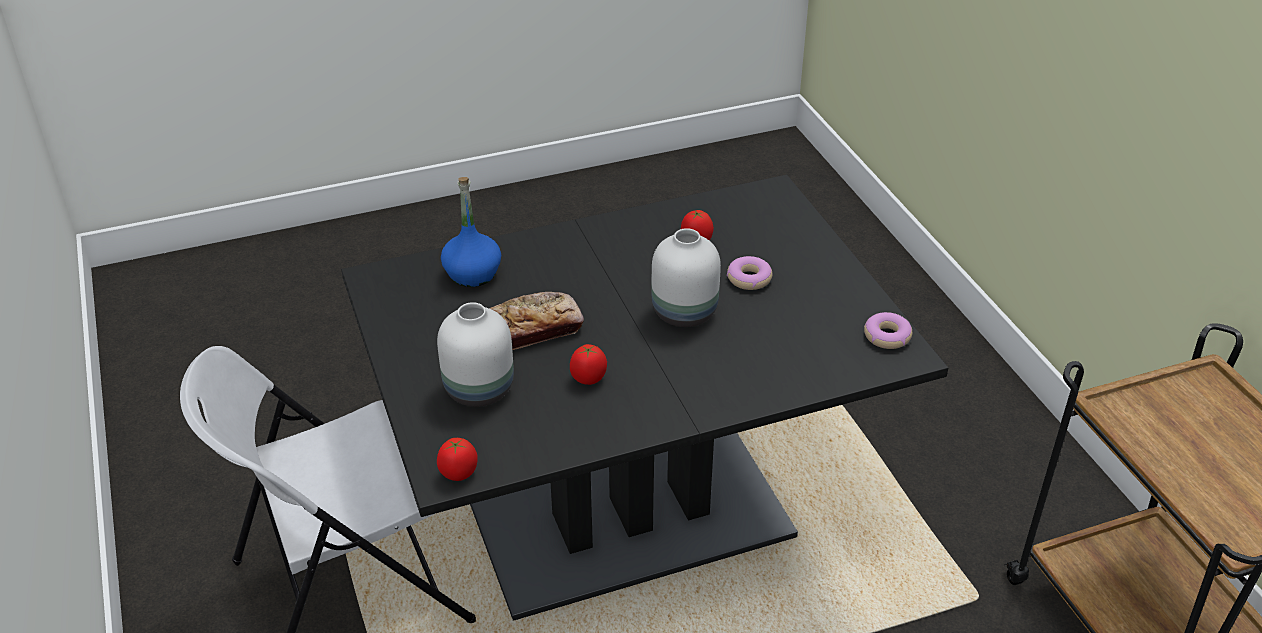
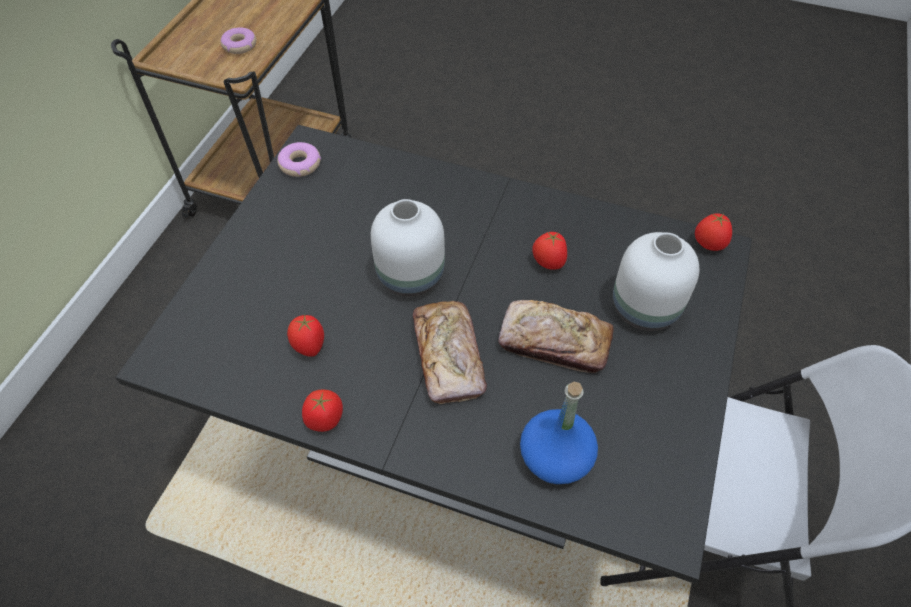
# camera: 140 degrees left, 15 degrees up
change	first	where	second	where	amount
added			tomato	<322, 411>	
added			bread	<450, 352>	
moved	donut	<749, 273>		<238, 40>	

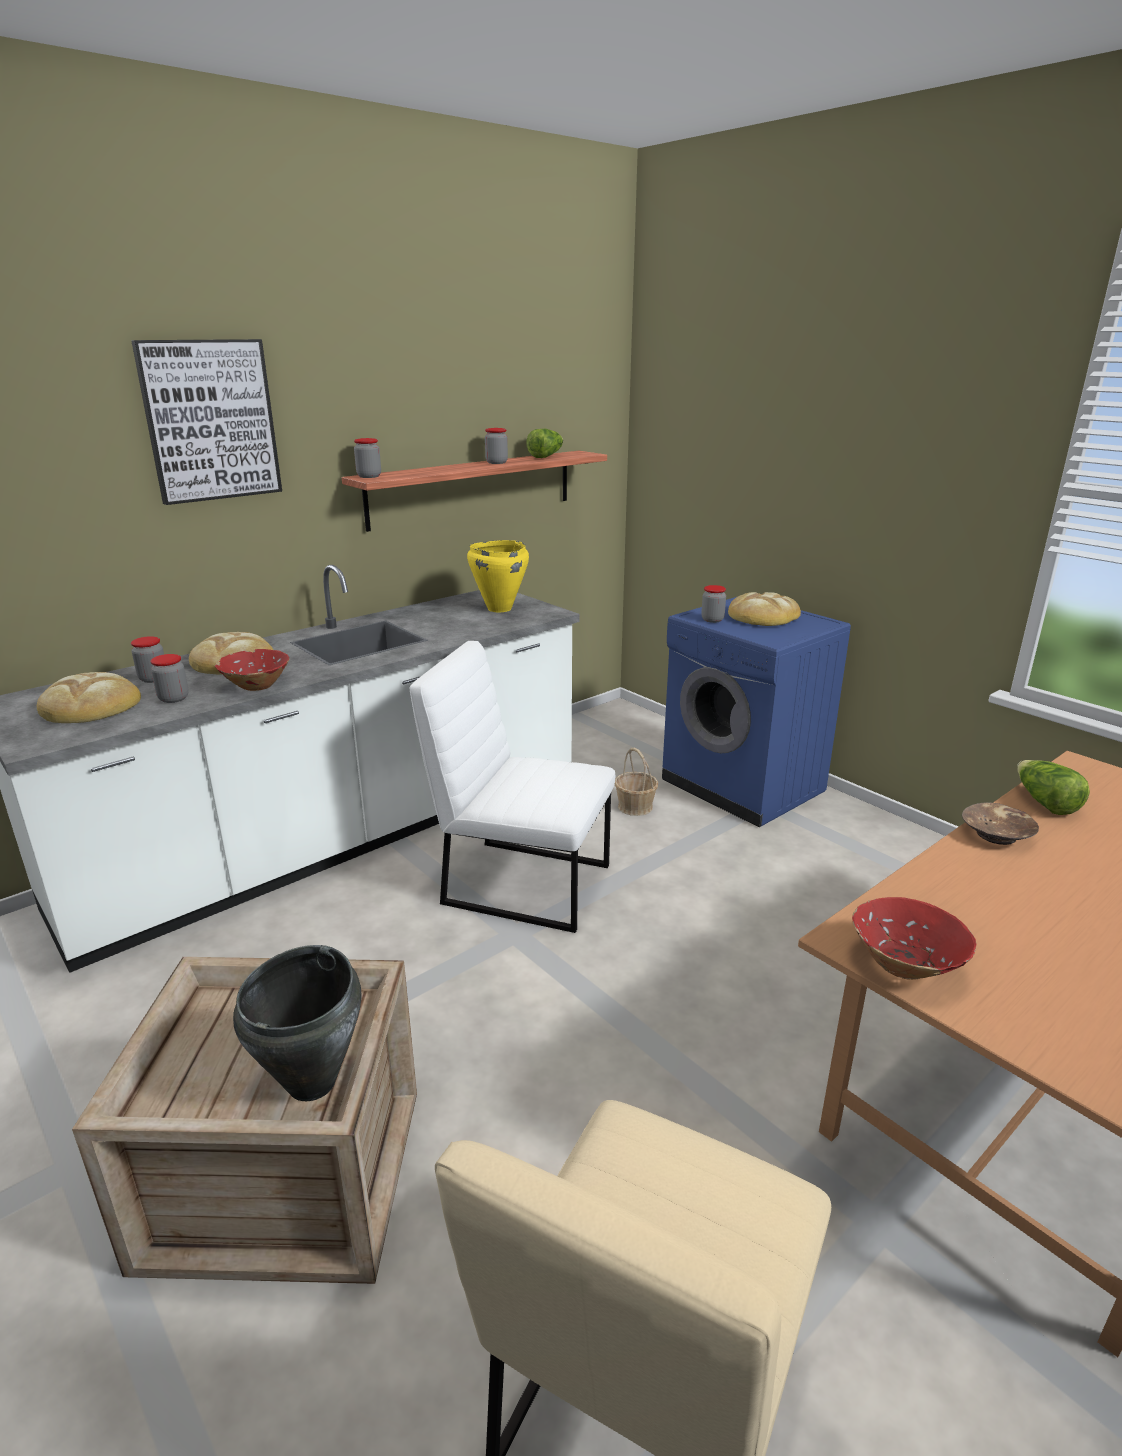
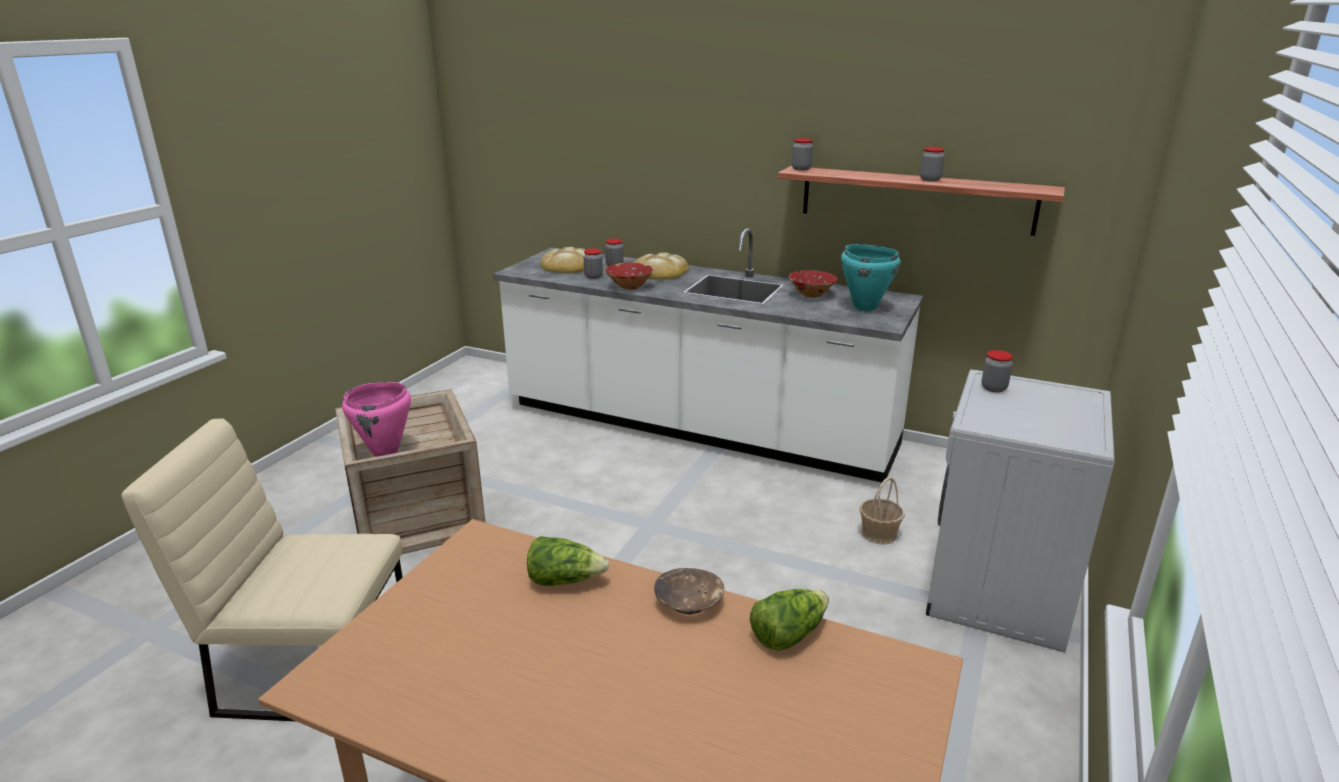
# camera: 65 degrees right, 0 degrees up
change	first	where	second	where	amount
removed	picture	<206, 422>			
removed	chair in white	<512, 787>			
removed	bread	<764, 609>			
moved	lettuce	<544, 443>		<568, 561>	
moved	bowl in red	<914, 938>		<813, 284>	
recoloured	cooking pot in black	<297, 1023>	cooking pot in pink	<376, 419>	
recoloured	cooking pot in yellow	<498, 576>	cooking pot in turquoise	<870, 277>	
recoloured	washing machine in blue	<756, 712>	washing machine in white	<1020, 510>	

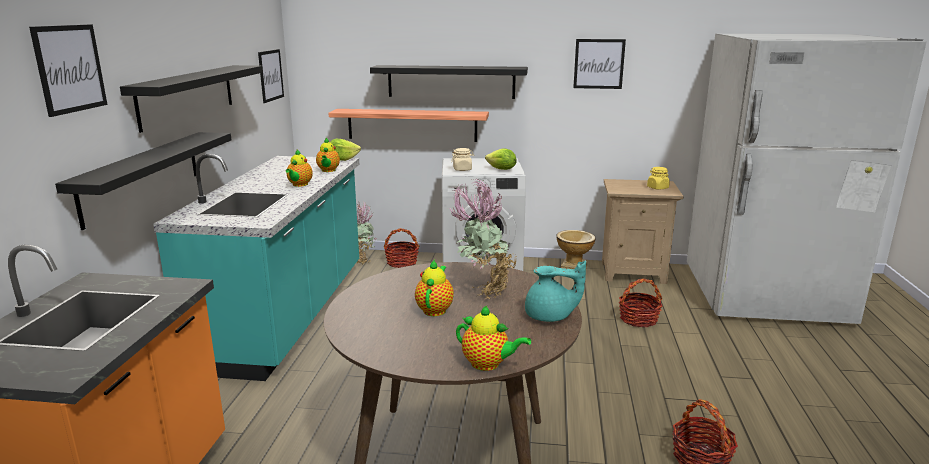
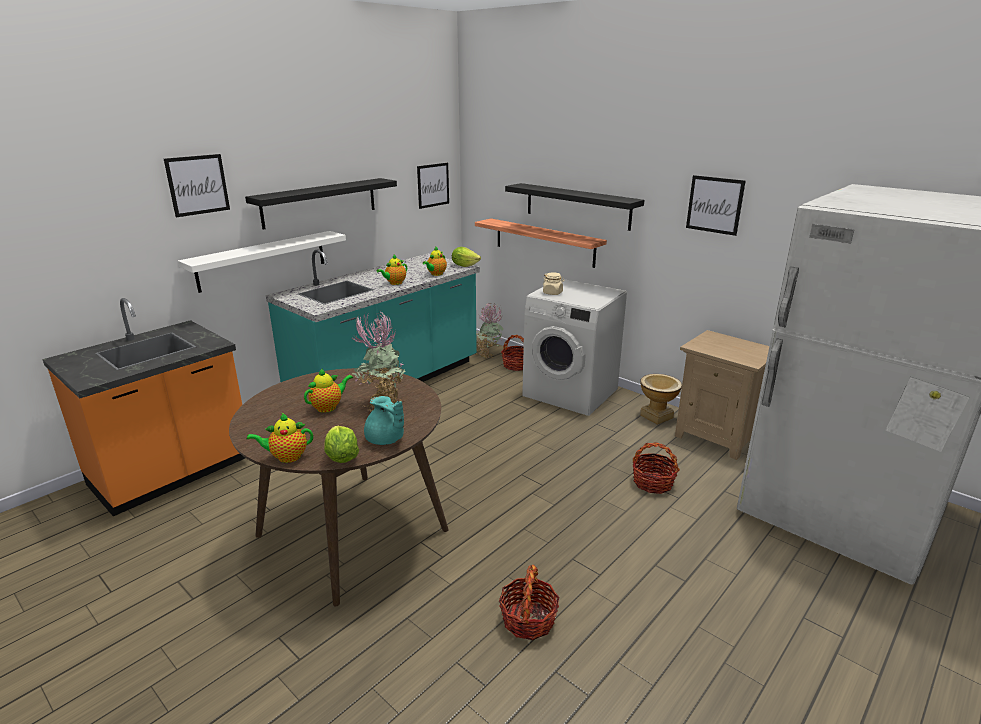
# camera: 35 degrees right, 5 degrees up
change	first	where	second	where	amount
removed	jar in yellow	<658, 178>			
moved	lettuce	<500, 159>		<341, 444>	
recoloured	shelf in black	<143, 181>	shelf in white	<262, 262>	
turned	teapot	<493, 338>		<280, 438>	105 degrees clockwise

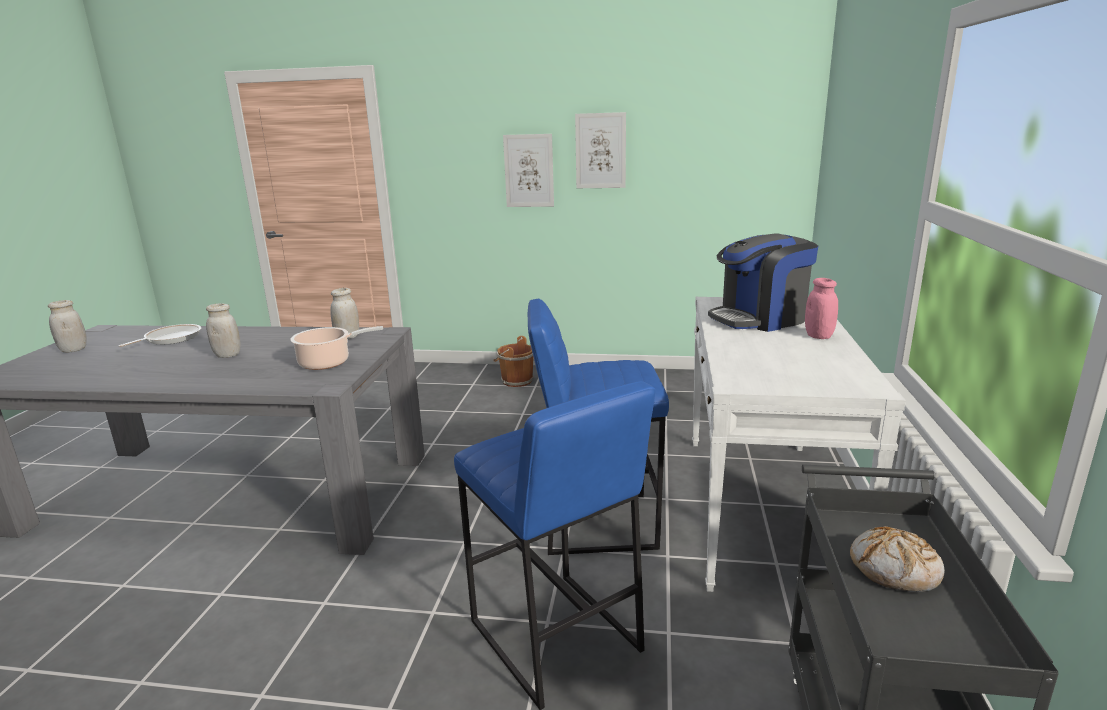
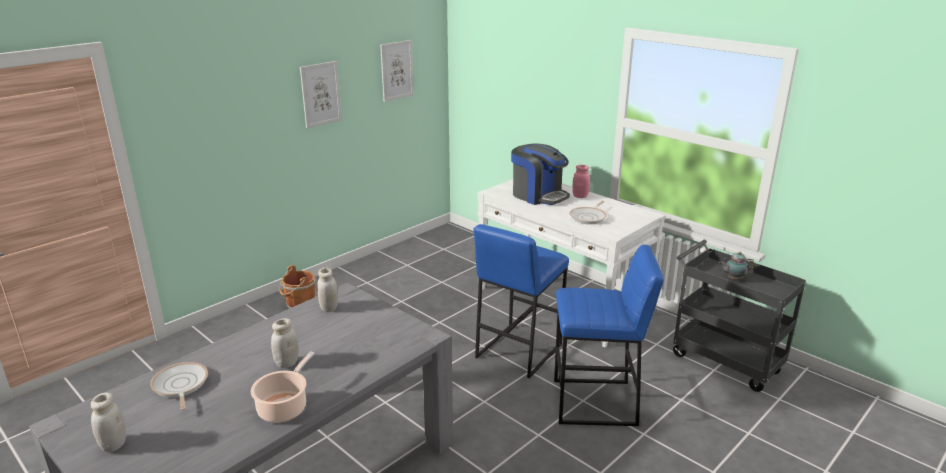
# camera: 55 degrees left, 5 degrees up
change	first	where	second	where	amount
added			frying pan	<588, 212>	
moved	cooking pot	<336, 348>		<283, 387>	
moved	picture	<528, 170>		<397, 71>	
replaced	bread	<897, 559>	teapot	<737, 266>	
turned	coffee machine	<763, 282>		<540, 174>	60 degrees counterclockwise

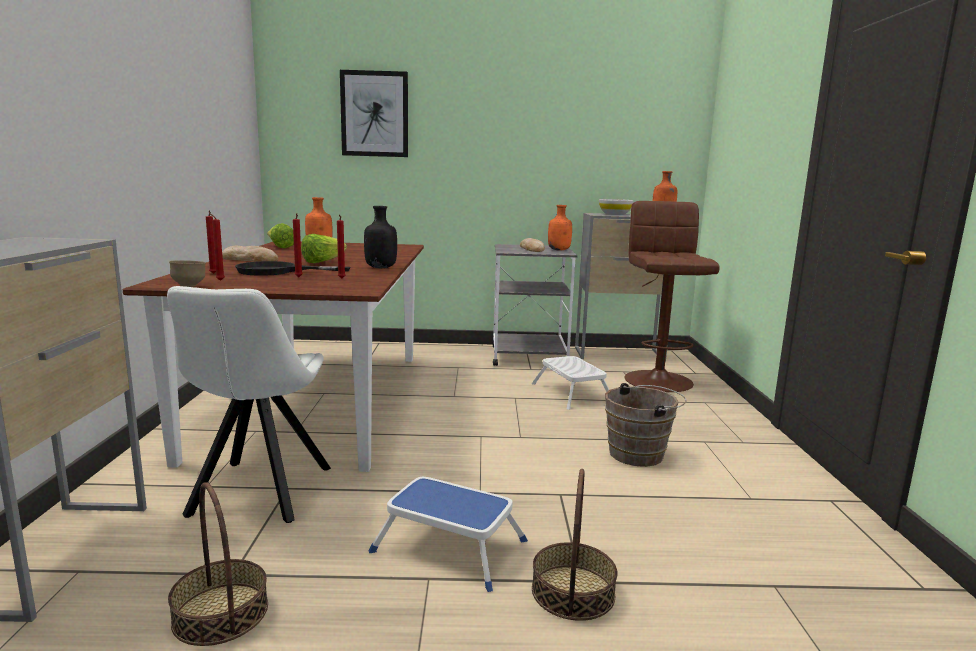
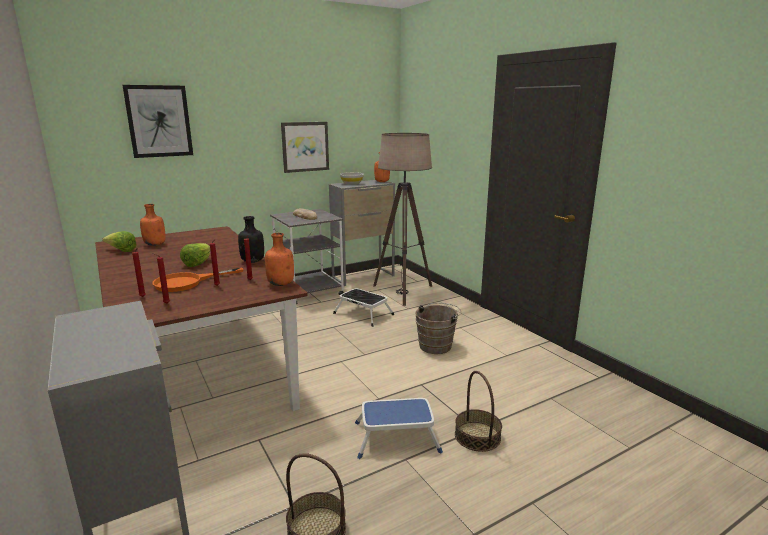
# camera: 30 degrees left, 5 degrees up
change	first	where	second	where	amount
removed	chair in white	<249, 404>			
removed	bowl in brown	<187, 273>			
removed	bread	<250, 254>			
added			picture	<305, 147>	
moved	bottle in orange	<560, 228>		<279, 259>	
replaced	stool in brown	<672, 296>	floor lamp	<402, 219>	
recoloured	frying pan in black	<292, 268>	frying pan in orange	<198, 280>	
recoloured	step ladder in white	<570, 383>	step ladder in black	<363, 308>	

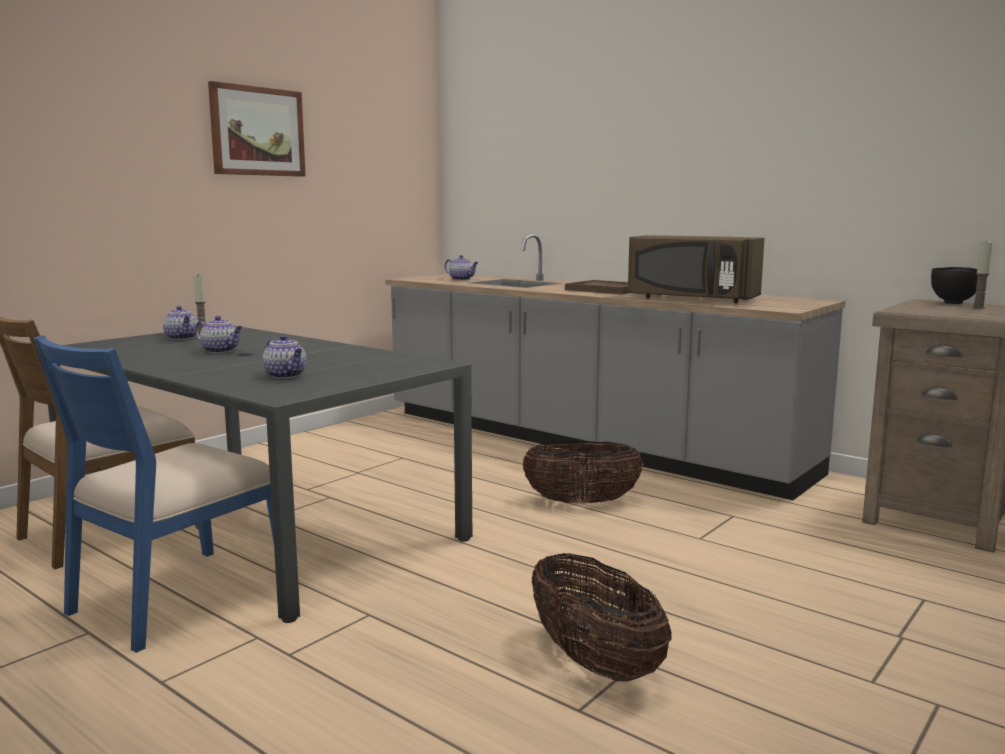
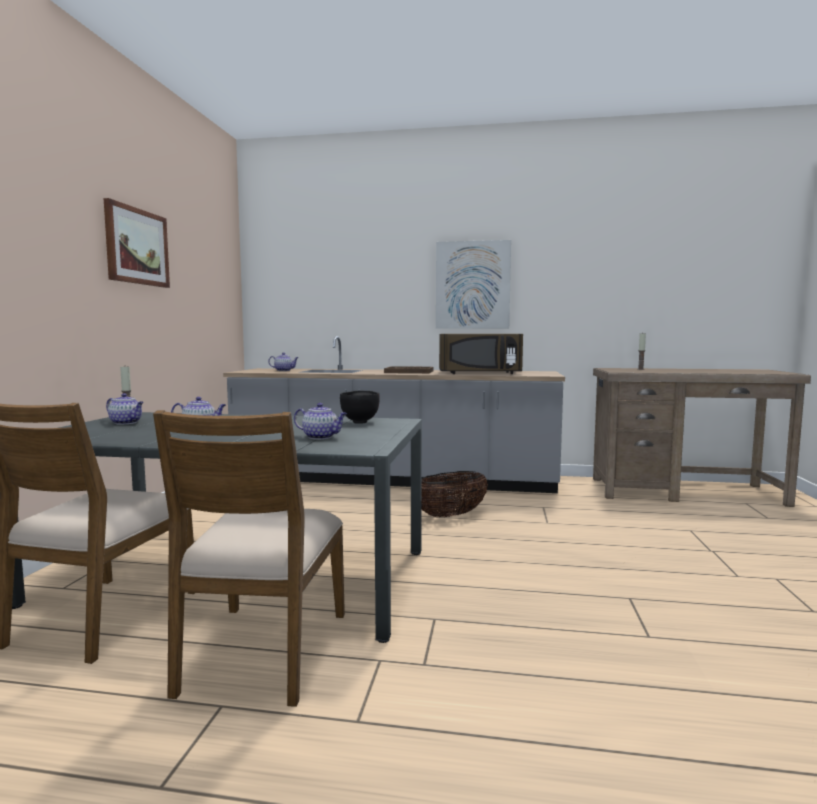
# camera: 30 degrees left, 5 degrees down
change	first	where	second	where	amount
removed	basket	<602, 617>			
added			picture	<473, 284>	
moved	bowl in black	<954, 285>		<360, 407>	
recoloured	chair in blue	<153, 494>	chair in brown	<249, 558>	

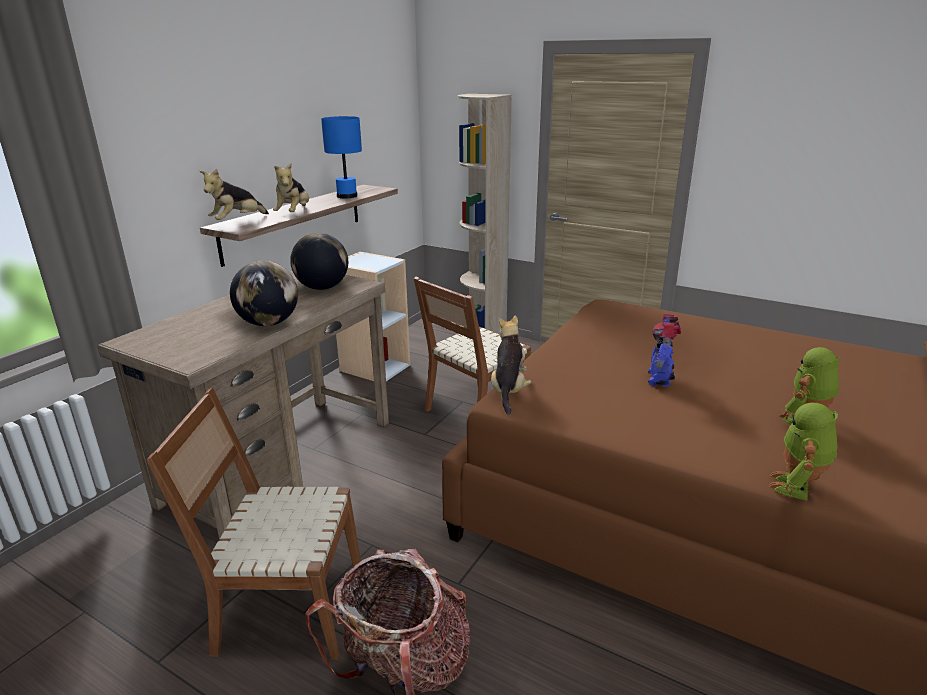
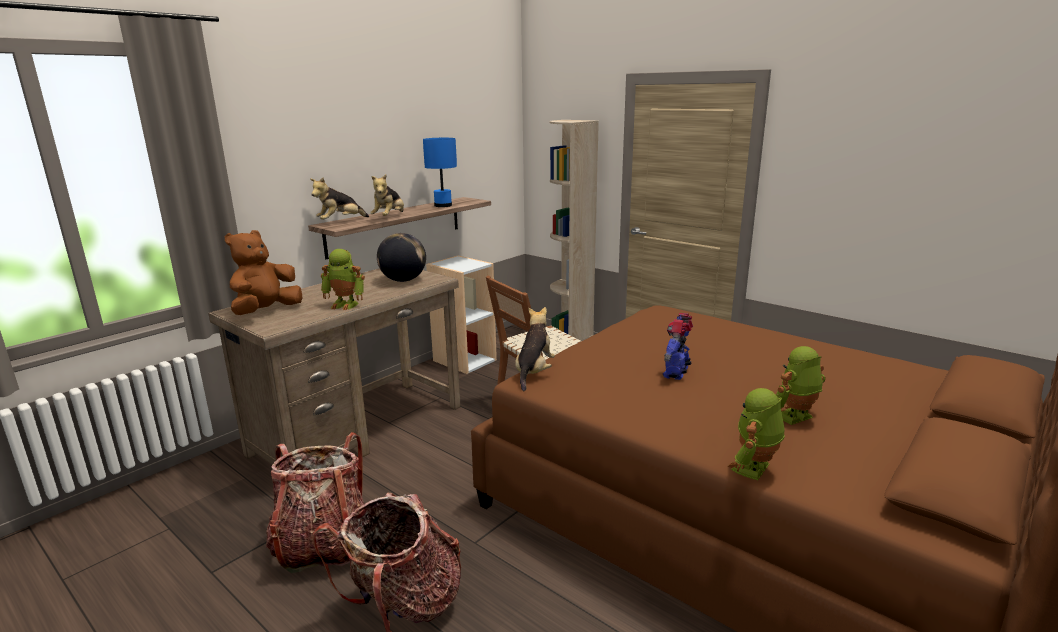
# camera: 10 degrees right, 5 degrees down
change	first	where	second	where	amount
added			plush toy in brown	<264, 272>	
replaced	chair	<253, 524>	backpack	<315, 502>	
replaced	globe	<264, 293>	toy robot	<343, 279>	

